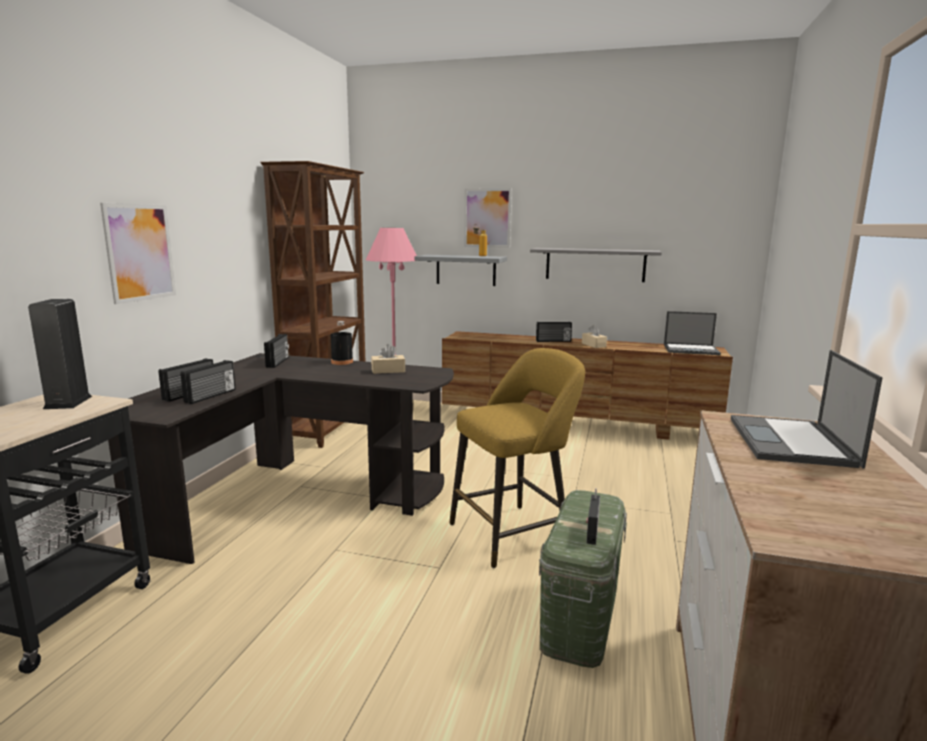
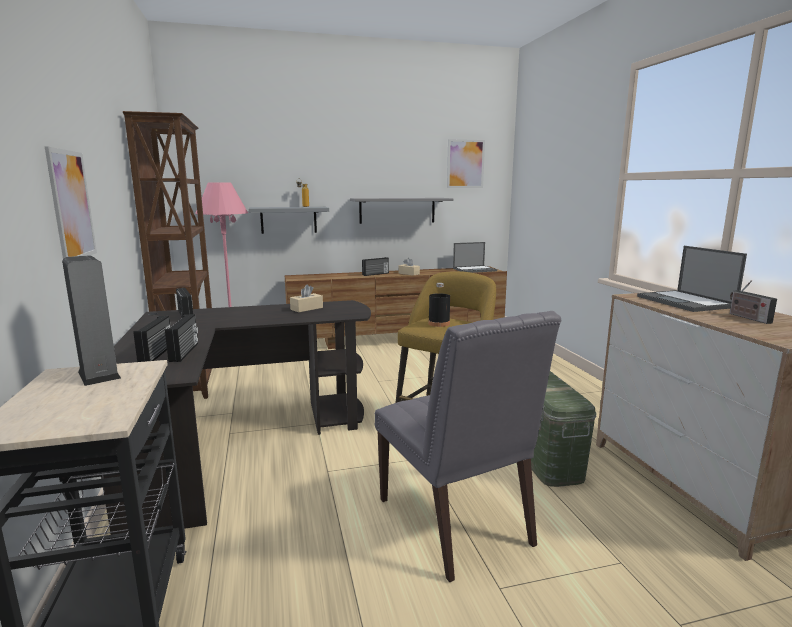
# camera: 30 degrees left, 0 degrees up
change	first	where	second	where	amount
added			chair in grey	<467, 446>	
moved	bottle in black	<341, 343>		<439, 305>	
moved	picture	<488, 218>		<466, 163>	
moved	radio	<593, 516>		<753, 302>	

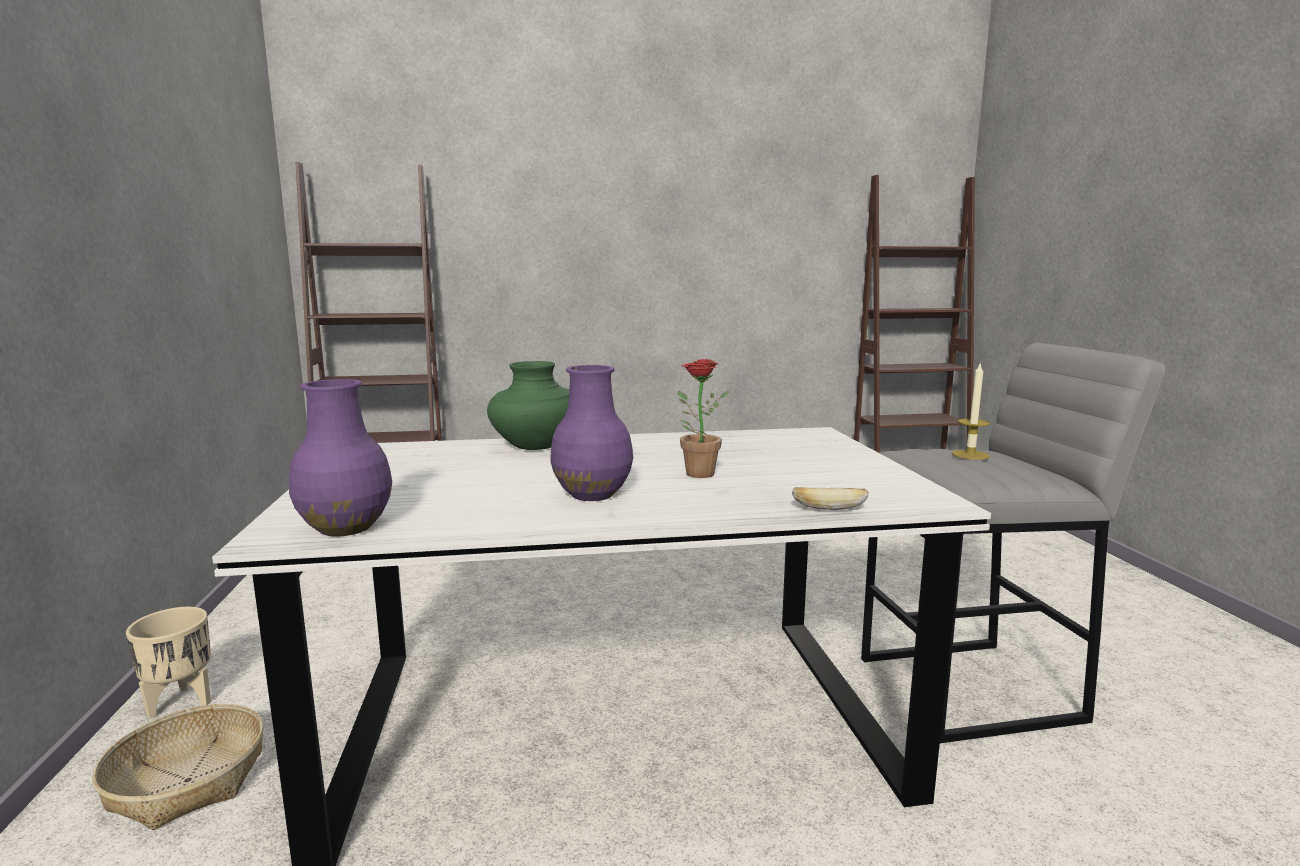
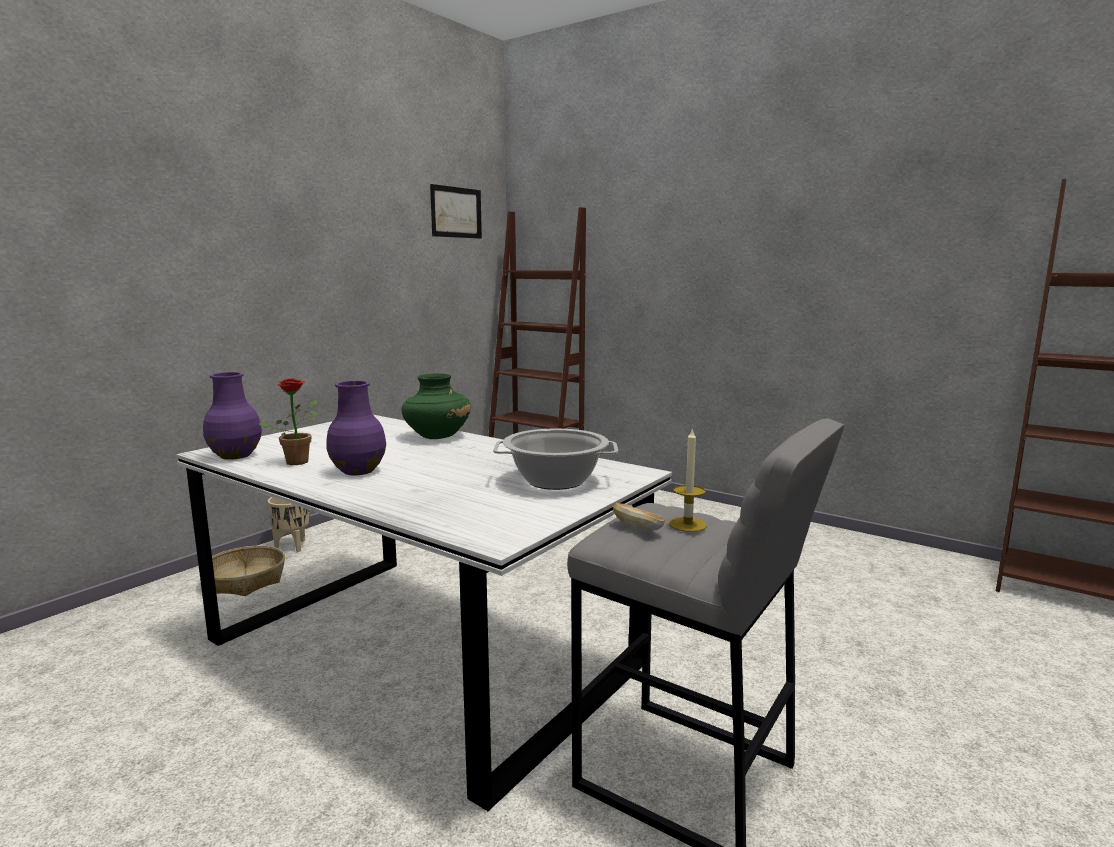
# camera: 45 degrees right, 0 degrees up
change	first	where	second	where	amount
added			picture	<456, 211>	
added			cooking pot	<555, 459>	
moved	potted plant	<703, 418>		<288, 421>	
moved	bread	<830, 498>		<639, 517>	

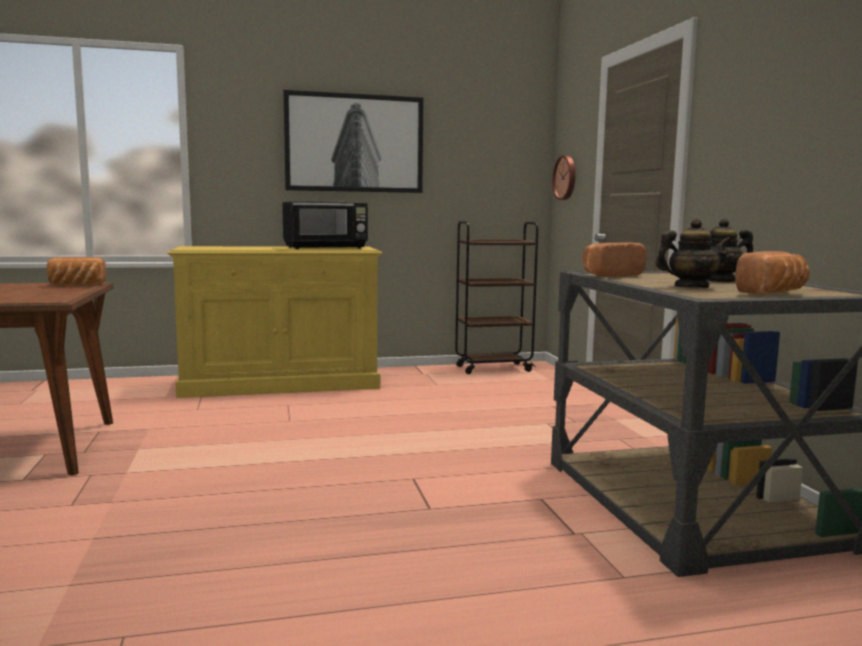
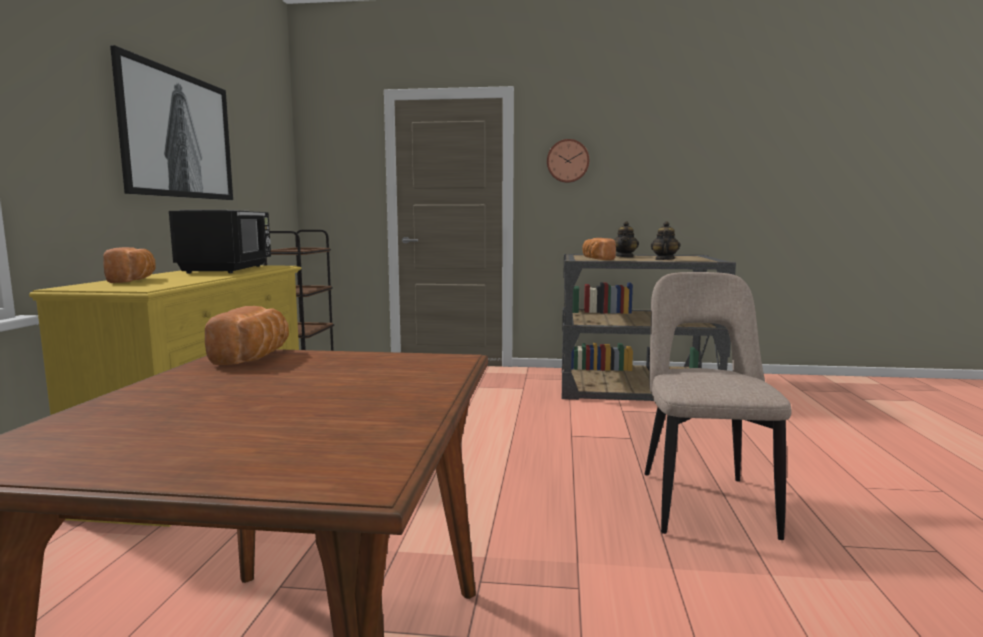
# camera: 70 degrees left, 0 degrees up
change	first	where	second	where	amount
added			chair in beige	<718, 406>	
moved	wall clock	<564, 177>		<568, 161>	
moved	bread	<772, 272>		<129, 265>	

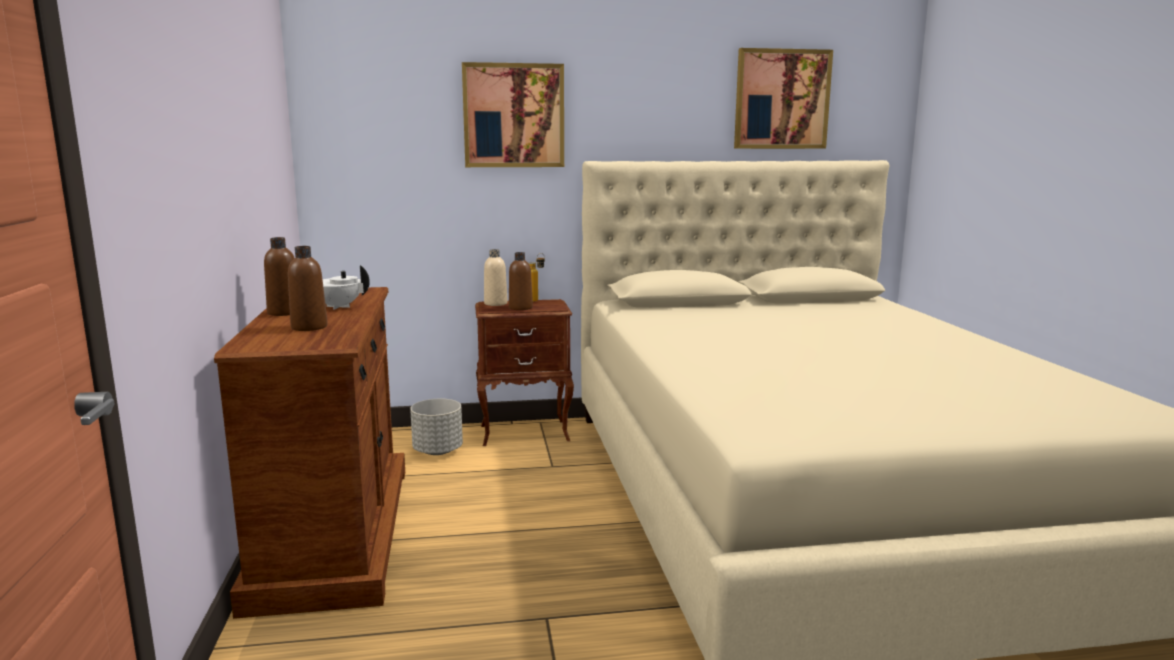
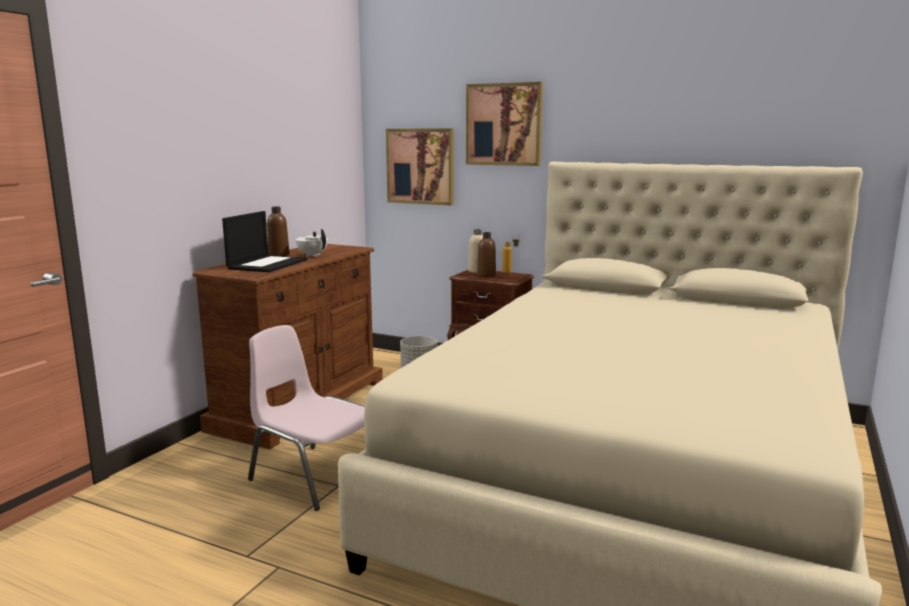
# camera: 35 degrees right, 0 degrees up
change	first	where	second	where	amount
added			chair in pink	<306, 418>	
moved	picture	<783, 98>		<420, 167>	
replaced	bottle in brown	<308, 288>	laptop	<264, 242>	

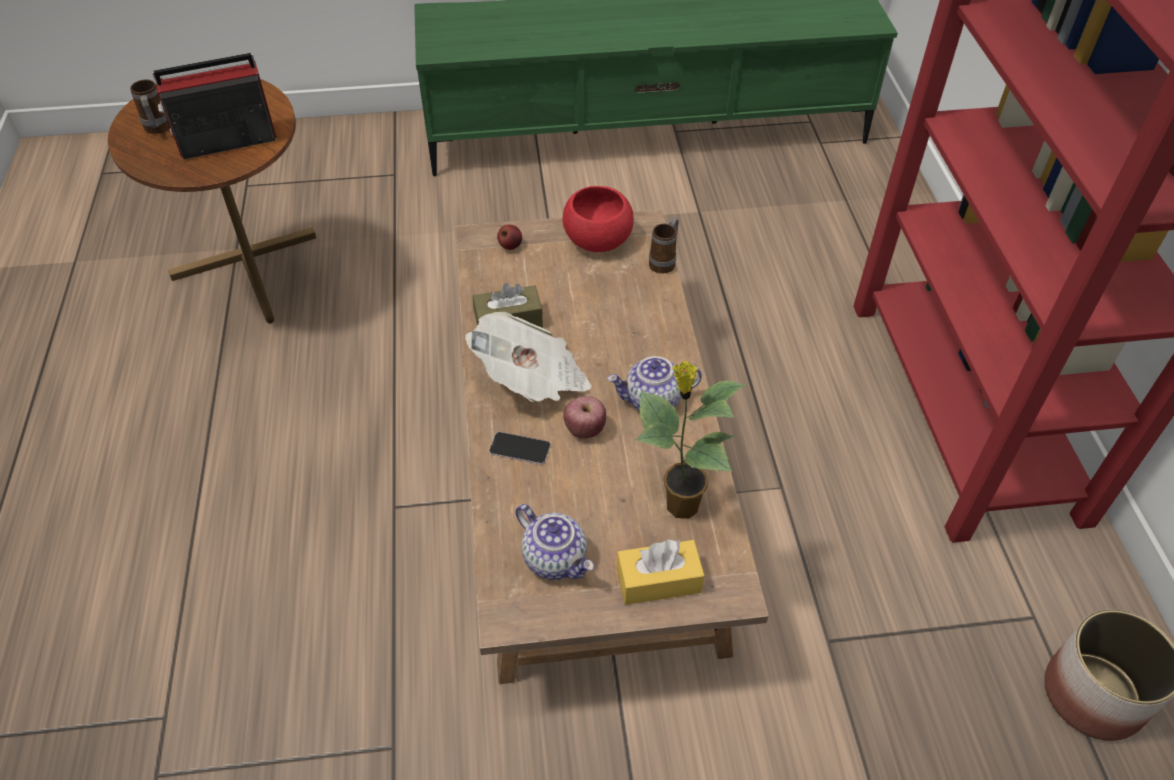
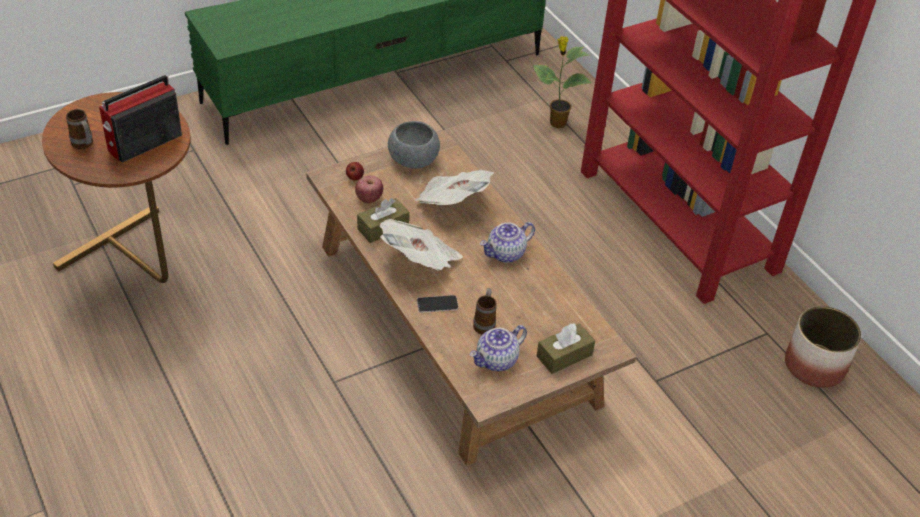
# camera: 25 degrees left, 5 degrees down
change	first	where	second	where	amount
added			newspaper	<454, 187>	
moved	apple	<584, 417>		<369, 189>	
moved	potted plant	<691, 440>		<562, 82>	
moved	mug	<664, 245>		<485, 311>	
recoloured	bowl in red	<598, 219>	bowl in grey	<414, 145>	
recoloured	tissue box in yellow	<661, 572>	tissue box in brown	<566, 348>	
turned	teapot	<554, 542>		<498, 348>	120 degrees clockwise

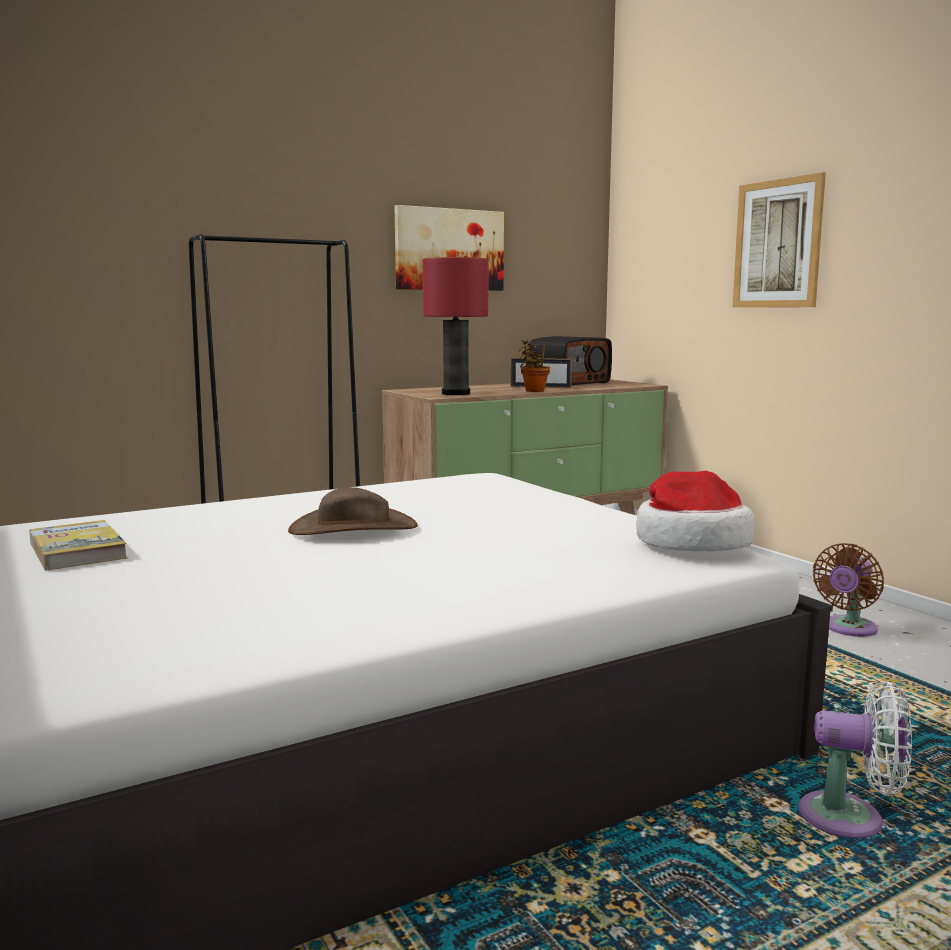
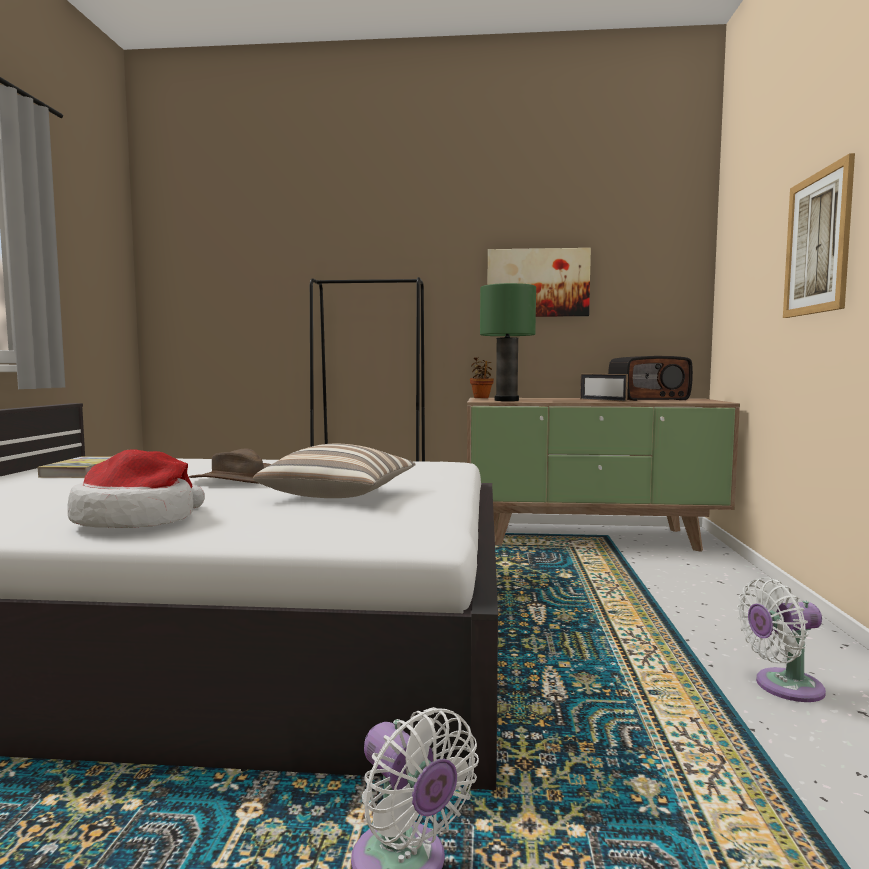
# camera: 35 degrees right, 5 degrees down
change	first	where	second	where	amount
added			pillow	<334, 471>	
moved	potted plant	<534, 366>		<482, 377>	
moved	hat	<695, 511>		<136, 488>	
recoloured	table lamp in red	<455, 326>	table lamp in green	<508, 342>	
recoloured	fan in brown	<848, 590>	fan in white	<781, 639>	

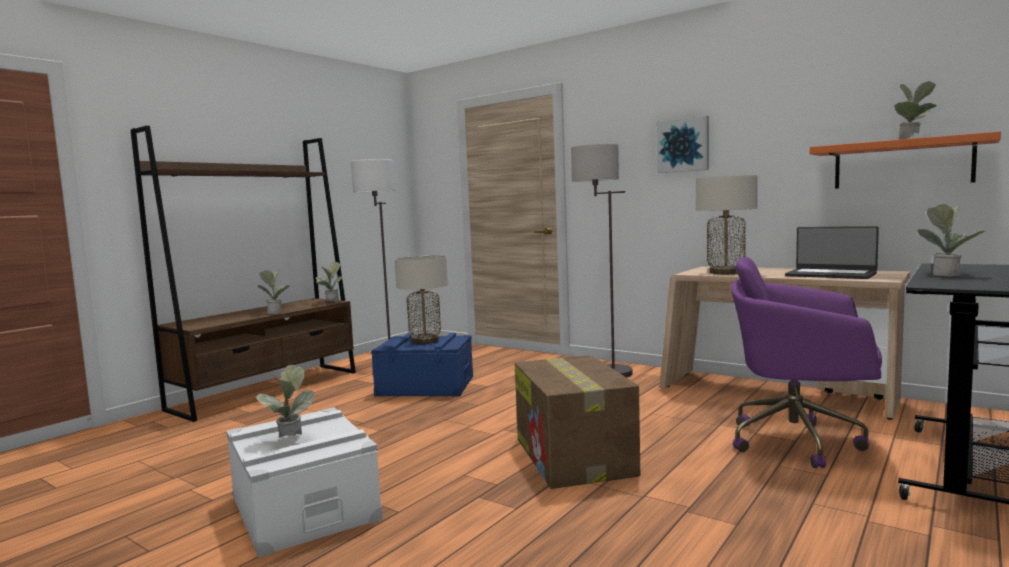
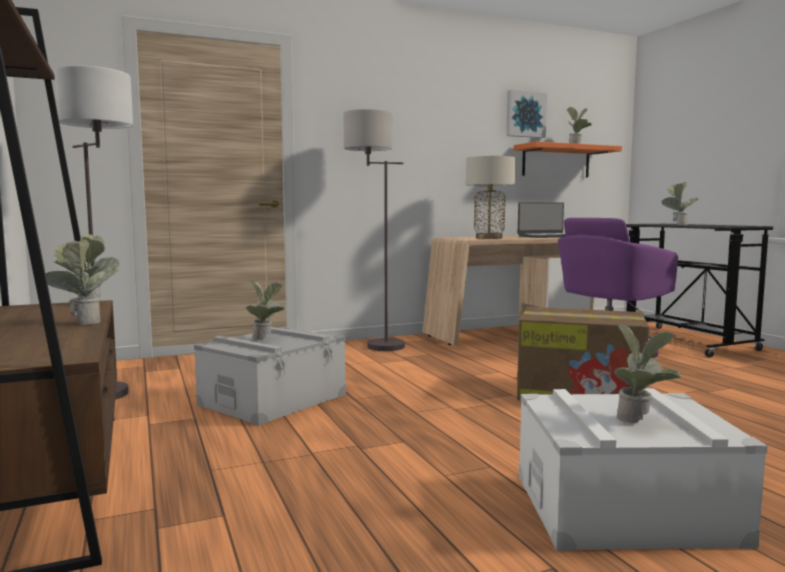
# camera: 60 degrees left, 0 degrees up
change	first	where	second	where	amount
moved	picture	<682, 144>		<526, 114>	
replaced	table lamp	<421, 299>	potted plant	<265, 310>	
recoloured	storage box in blue	<422, 365>	storage box in grey	<270, 376>	

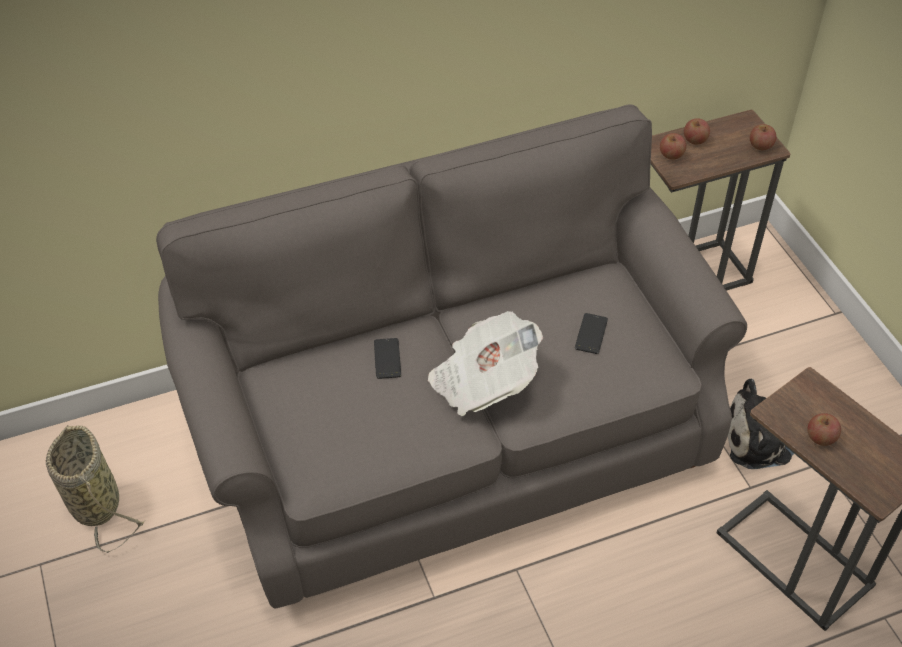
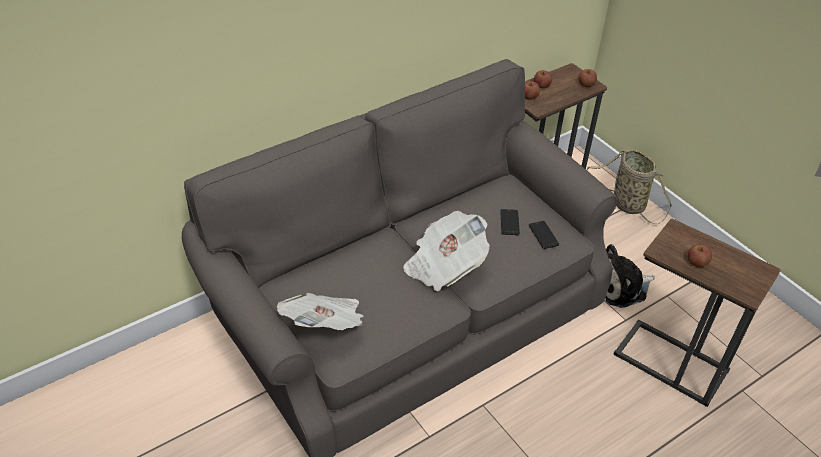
# camera: 15 degrees left, 5 degrees down
change	first	where	second	where	amount
added			newspaper	<320, 311>	
moved	basket	<95, 489>		<629, 186>	
moved	phone	<387, 358>		<544, 235>	

